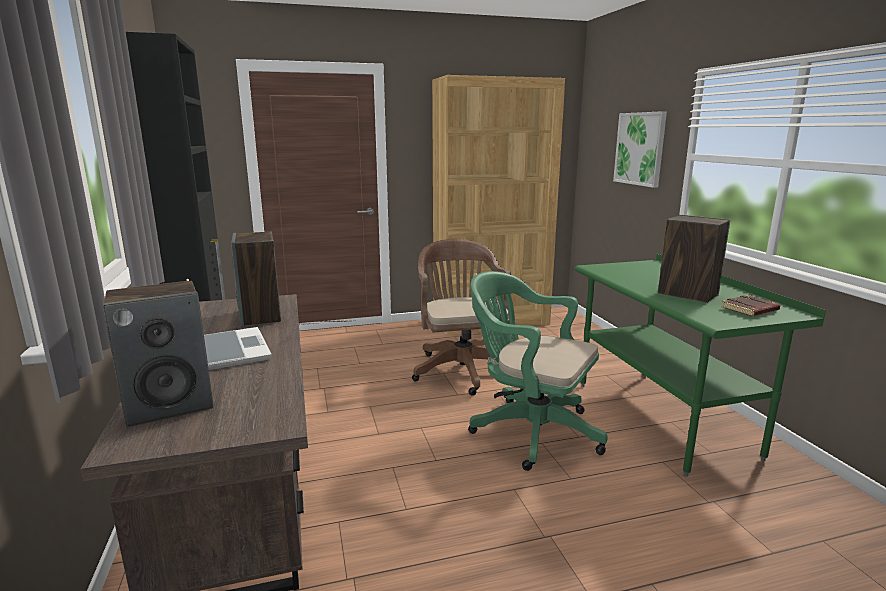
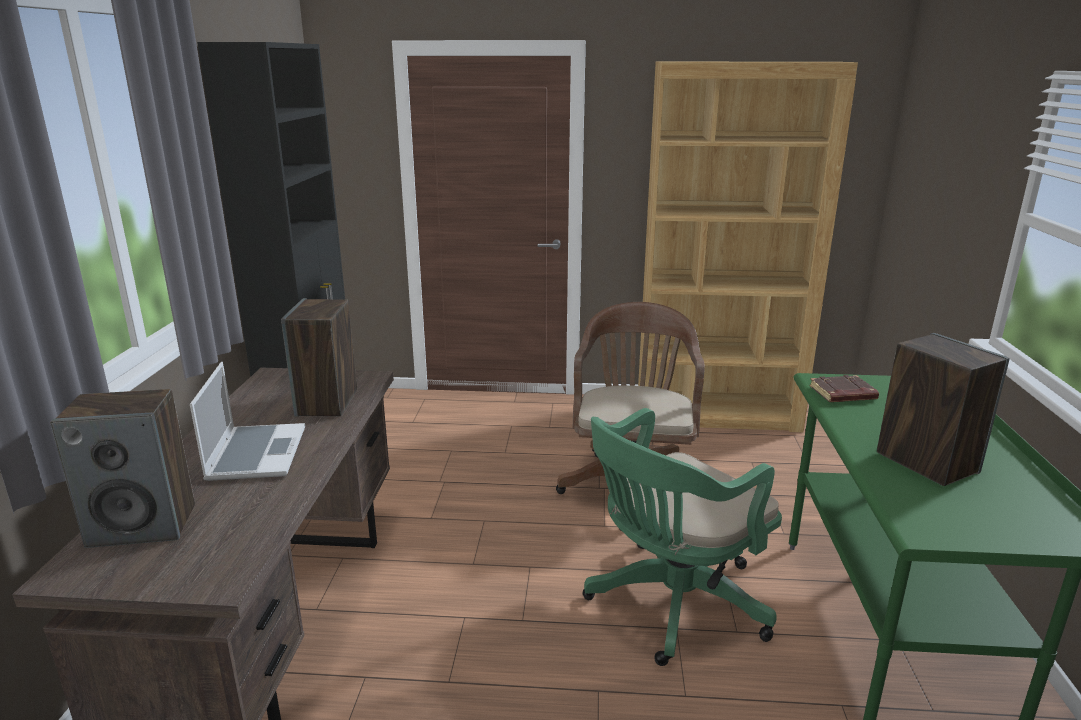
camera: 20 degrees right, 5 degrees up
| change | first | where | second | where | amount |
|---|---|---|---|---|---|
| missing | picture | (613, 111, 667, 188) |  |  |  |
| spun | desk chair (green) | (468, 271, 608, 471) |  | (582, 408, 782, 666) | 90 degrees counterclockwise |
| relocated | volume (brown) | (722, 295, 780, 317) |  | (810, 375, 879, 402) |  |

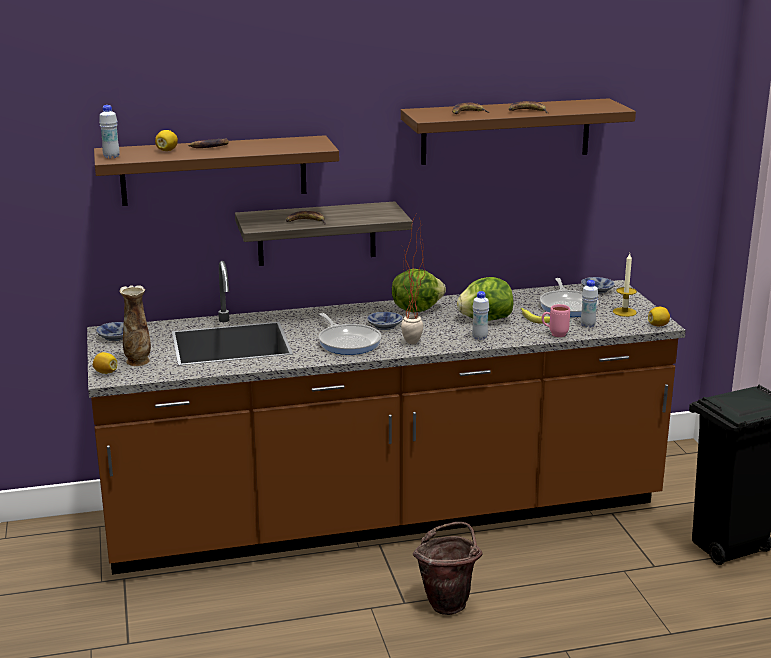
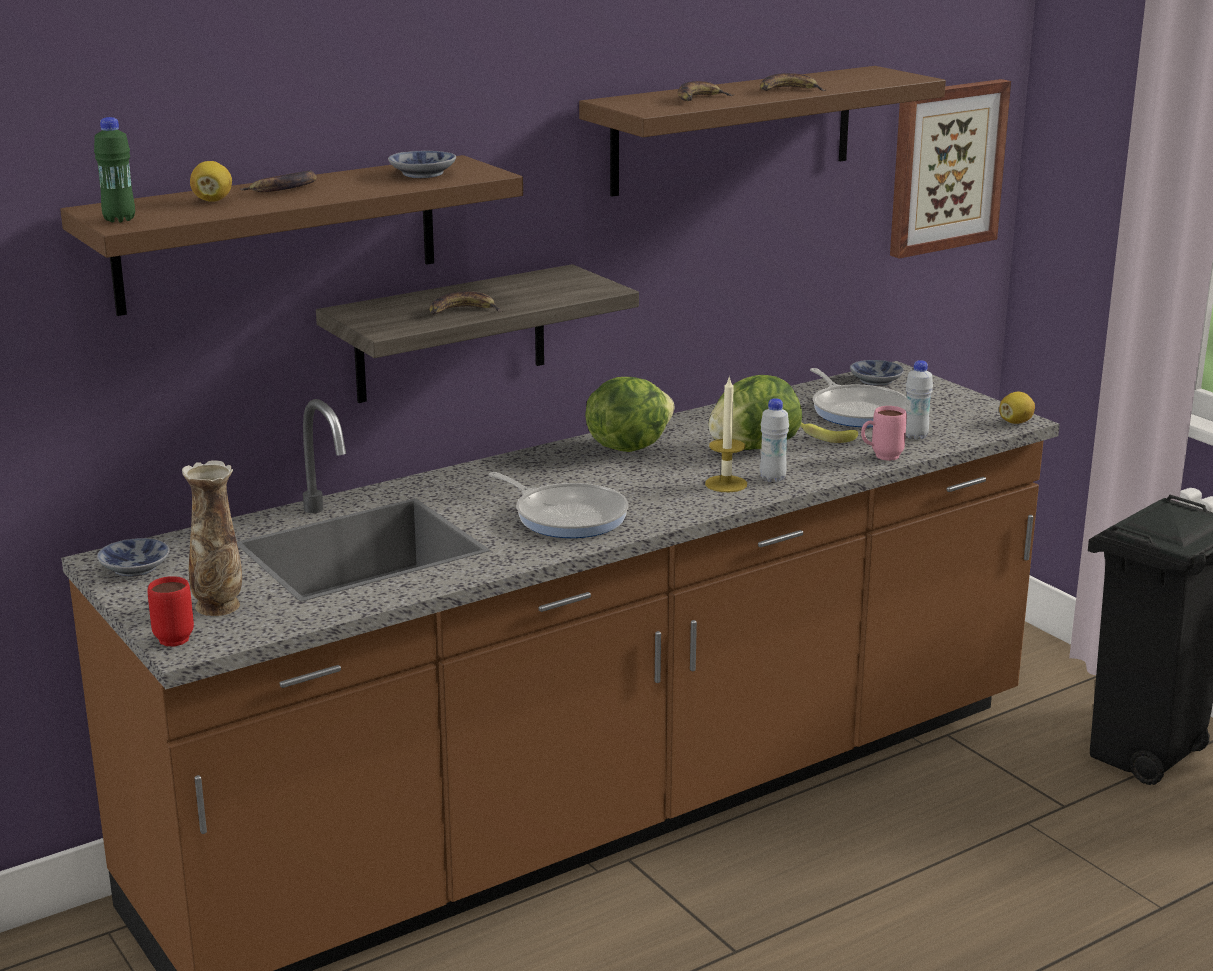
camera: 20 degrees left, 0 degrees up
| change | first | where | second | where | amount |
|---|---|---|---|---|---|
| colour | bottle (whitish) | (99, 105, 120, 159) | bottle (green) | (94, 117, 135, 222) |  |
| missing | potted plant | (400, 216, 425, 344) |  |  |  |
| relocated | wax light | (613, 253, 637, 317) |  | (705, 376, 747, 492) |  |
| relocated | deep dish | (367, 312, 403, 330) |  | (388, 151, 456, 178) |  |
| exchanged | whole lemon | (93, 352, 117, 374) | coffee mug (red) | (147, 576, 194, 647) |  |
| missing | bucket (brown) | (413, 522, 482, 615) |  |  |  |
| appeared |  |  | picture | (890, 79, 1011, 259) |  |

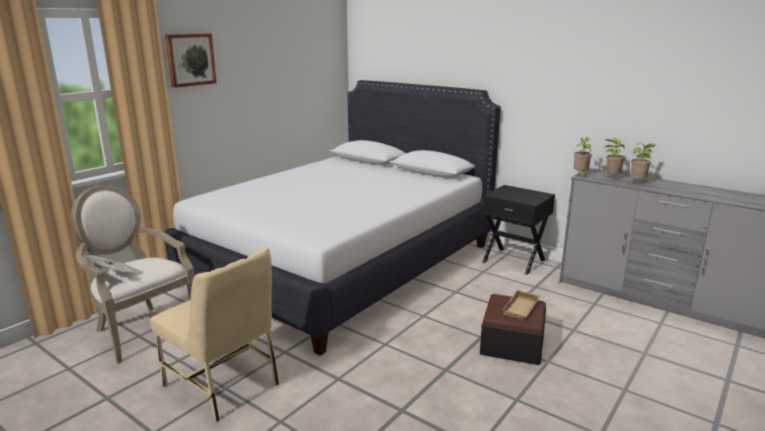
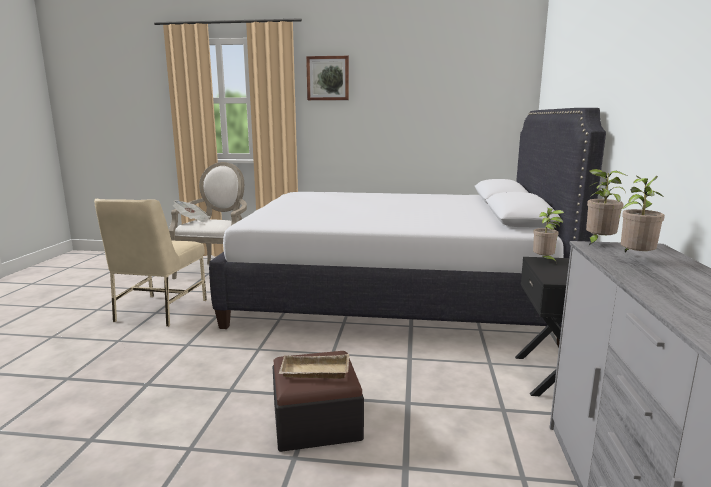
camera: 60 degrees right, 5 degrees down
| change | first | where | second | where | amount |
|---|---|---|---|---|---|
| relocated | potted plant | (630, 143, 656, 181) |  | (533, 208, 564, 263) |  |

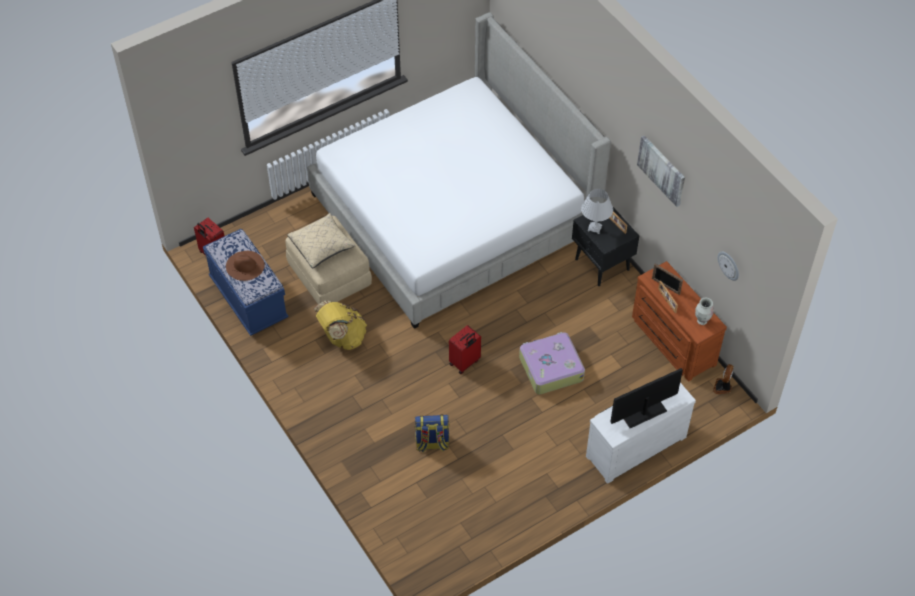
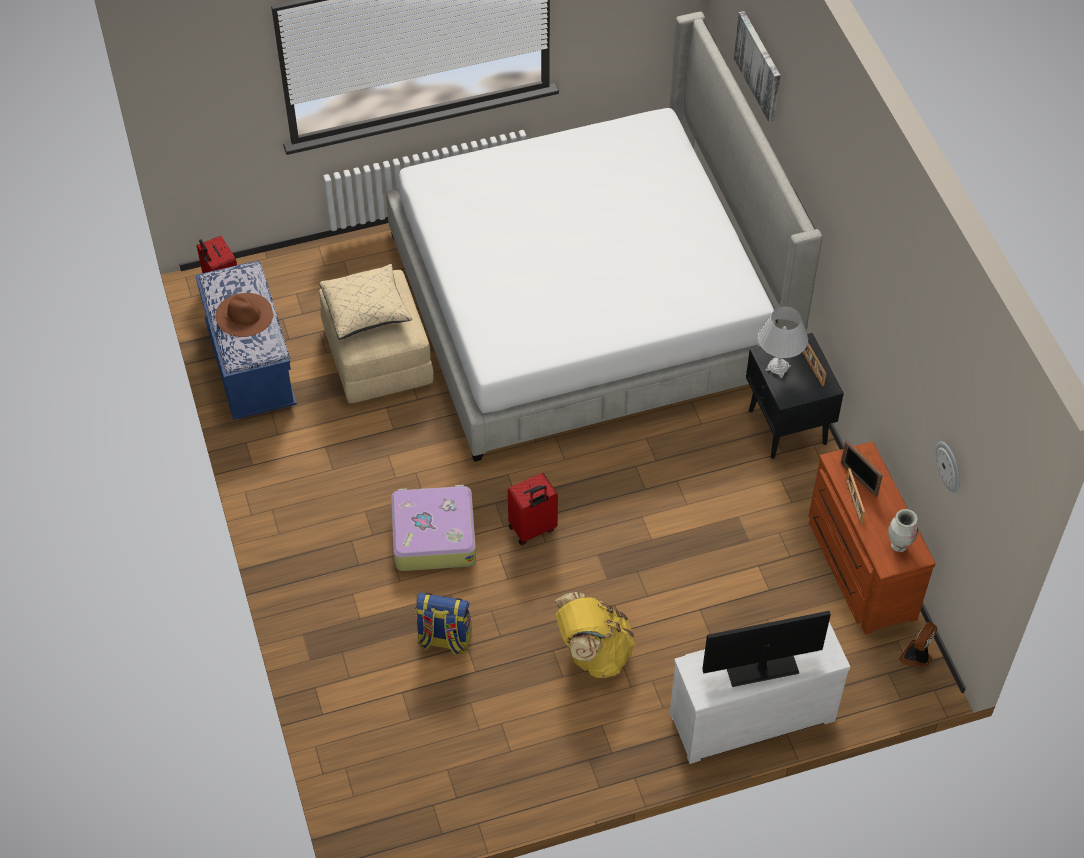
camera: 15 degrees right, 0 degrees up
| change | first | where | second | where | amount |
|---|---|---|---|---|---|
| relocated | picture | (637, 135, 685, 207) |  | (734, 11, 781, 122) |  |
| relocated | rucksack (yellow) | (314, 301, 367, 350) |  | (555, 592, 635, 678) |  |
| relocated | piece of luggage | (519, 332, 585, 395) |  | (391, 485, 476, 571) |  |

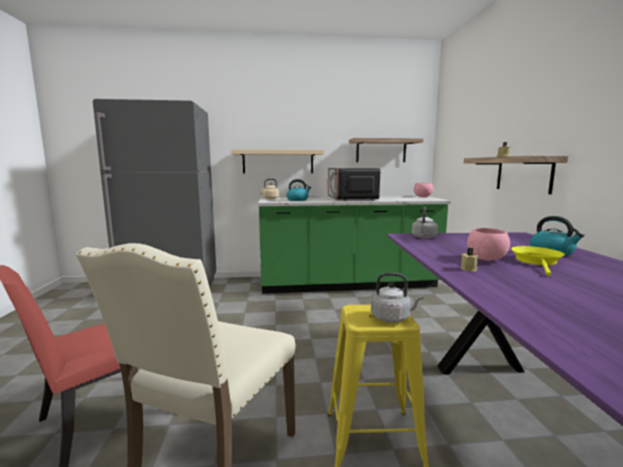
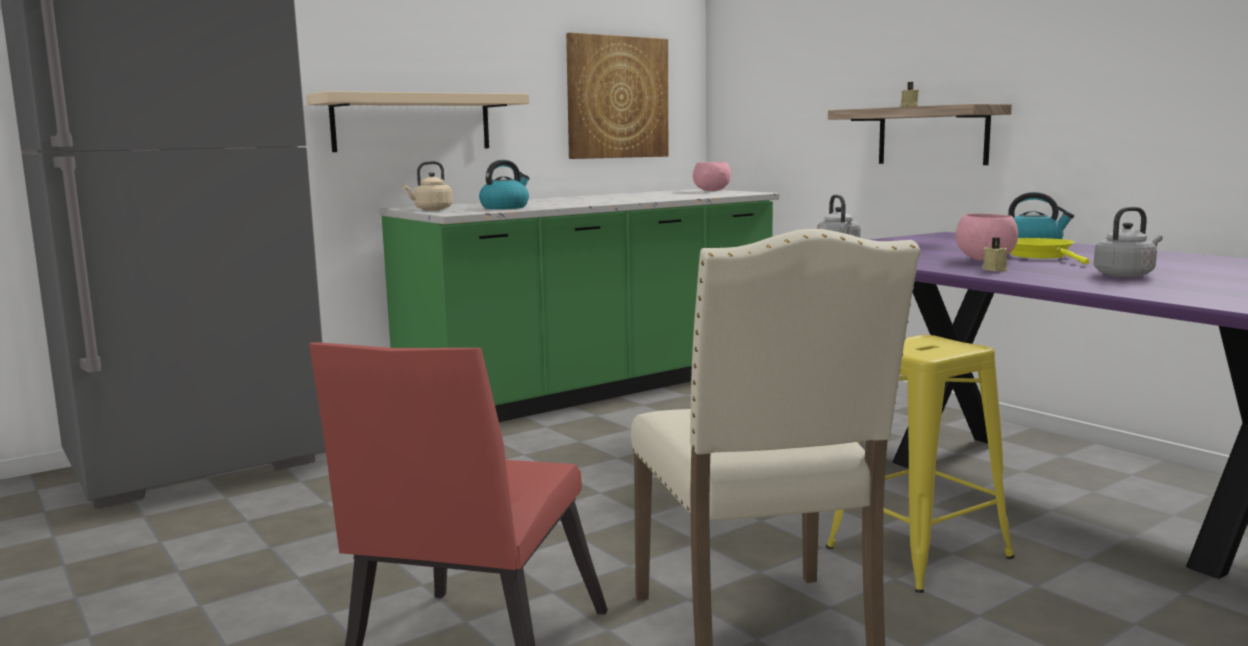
camera: 30 degrees left, 0 degrees up
| change | first | where | second | where | amount |
|---|---|---|---|---|---|
| exchanged | wall shelf | (349, 138, 423, 162) | picture | (566, 33, 668, 159) |  |
| missing | microwave | (328, 168, 380, 201) |  |  |  |
| relocated | kettle (greyish) | (371, 273, 424, 323) |  | (1094, 207, 1163, 277) |  |

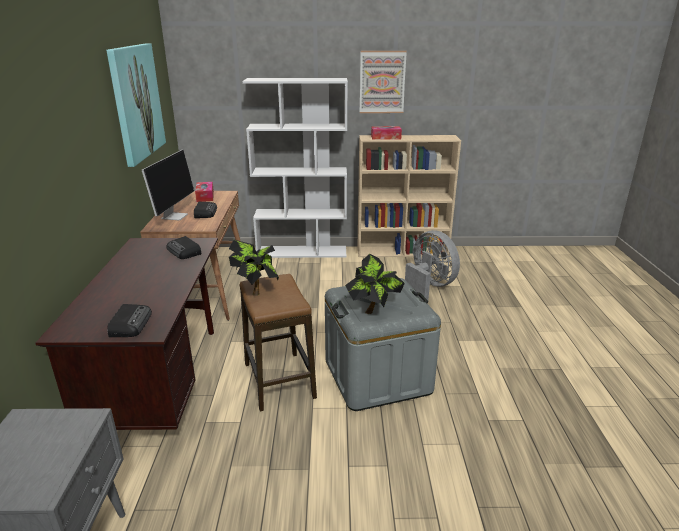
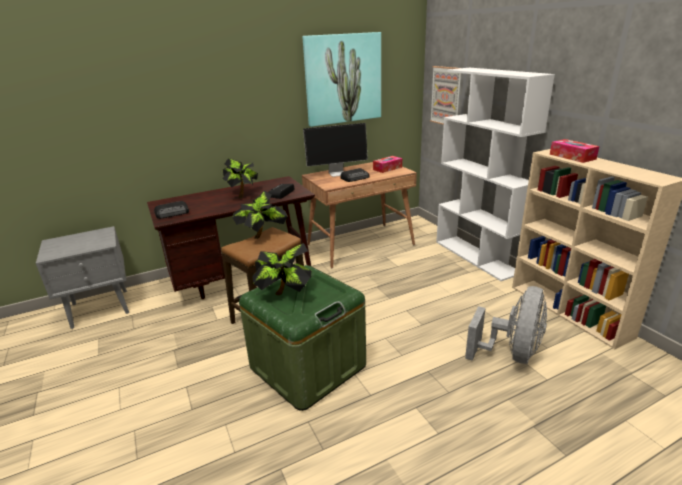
camera: 65 degrees right, 0 degrees up
| change | first | where | second | where | amount |
|---|---|---|---|---|---|
| relocated | picture | (360, 51, 407, 113) |  | (430, 66, 461, 125) |  |
| colour | storage box (greyish) | (325, 278, 441, 411) | storage box (green) | (239, 265, 366, 411) |  |
| appeared |  |  | potted plant | (222, 158, 258, 198) |  |

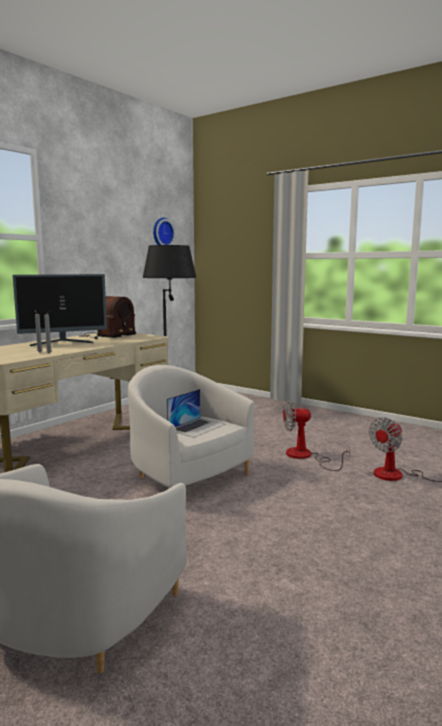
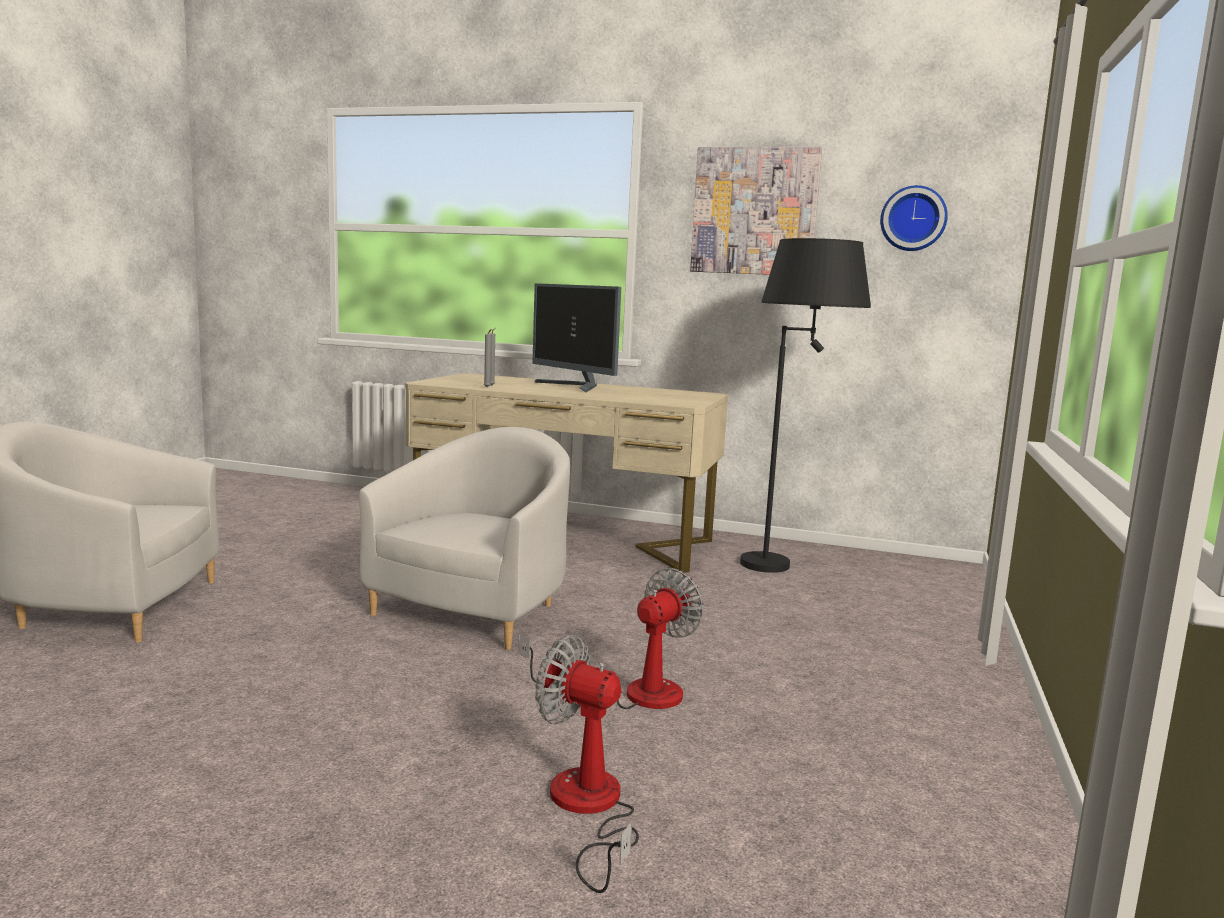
camera: 70 degrees right, 0 degrees up
| change | first | where | second | where | amount |
|---|---|---|---|---|---|
| missing | radio set | (79, 296, 136, 339) |  |  |  |
| missing | laptop | (167, 389, 226, 438) |  |  |  |
| spun | electric fan | (283, 400, 350, 471) |  | (518, 568, 704, 709) | 60 degrees clockwise |
| appeared |  |  | picture | (690, 147, 822, 275) |  |

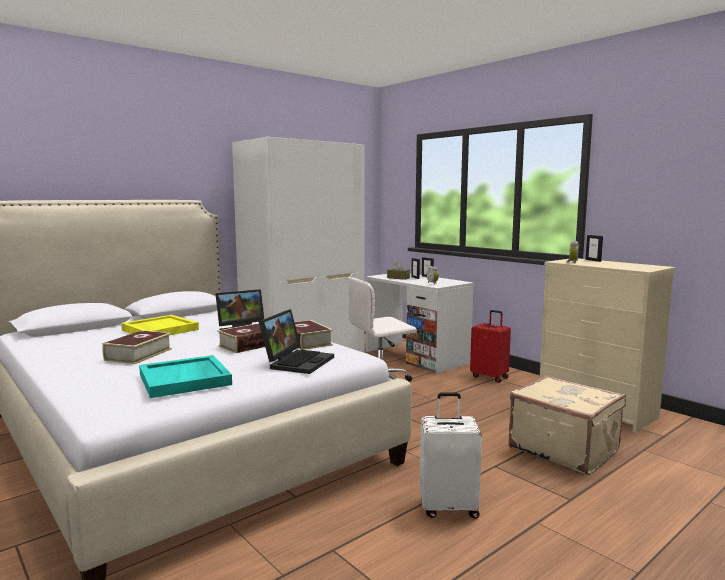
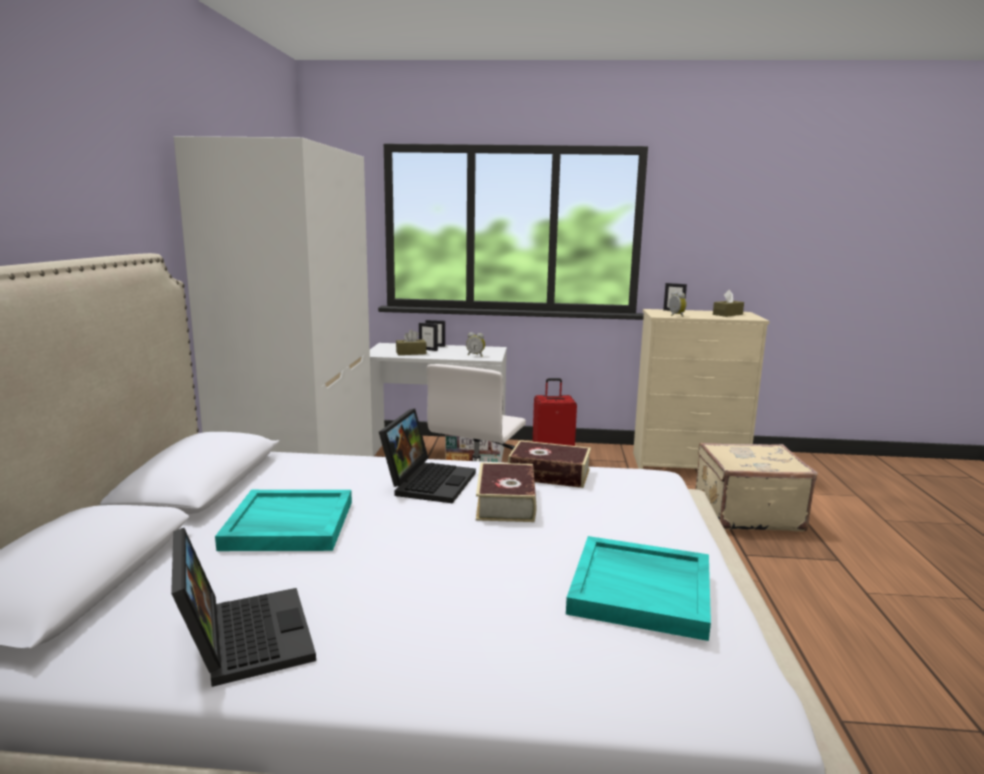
camera: 45 degrees left, 5 degrees up
| change | first | where | second | where | amount |
|---|---|---|---|---|---|
| relocated | laptop | (259, 309, 334, 374) |  | (171, 528, 316, 687) |  |
| colour | carrying tray (yellow) | (121, 315, 199, 336) | carrying tray (turquoise-coloured) | (215, 490, 352, 551) |  |
| missing | volume | (102, 330, 172, 364) |  |  |  |
| missing | piece of luggage (whitish) | (420, 392, 482, 519) |  |  |  |
| appeared |  |  | tissue holder (brown) | (713, 290, 744, 317) |  |

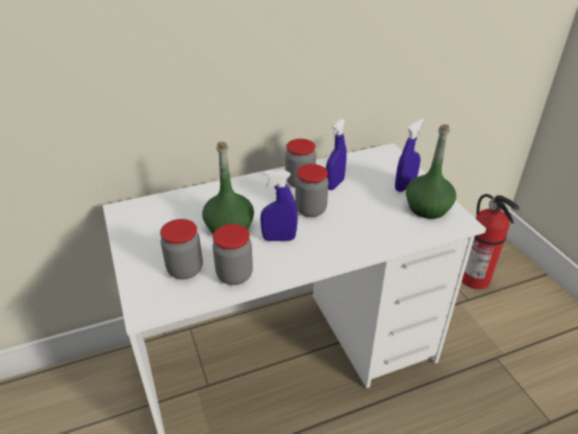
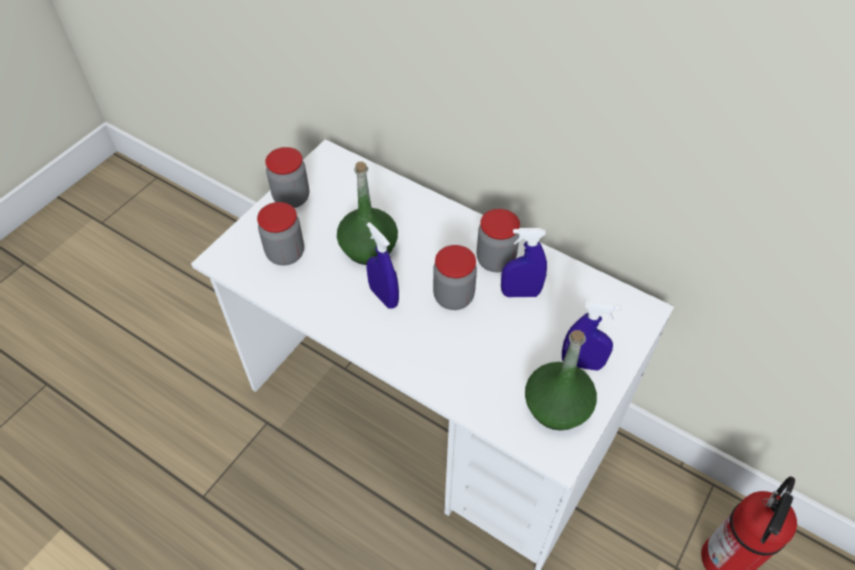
camera: 55 degrees right, 15 degrees up
| change | first | where | second | where | amount |
|---|---|---|---|---|---|
| relocated | jar | (213, 224, 253, 285) |  | (265, 147, 309, 208) |  |

